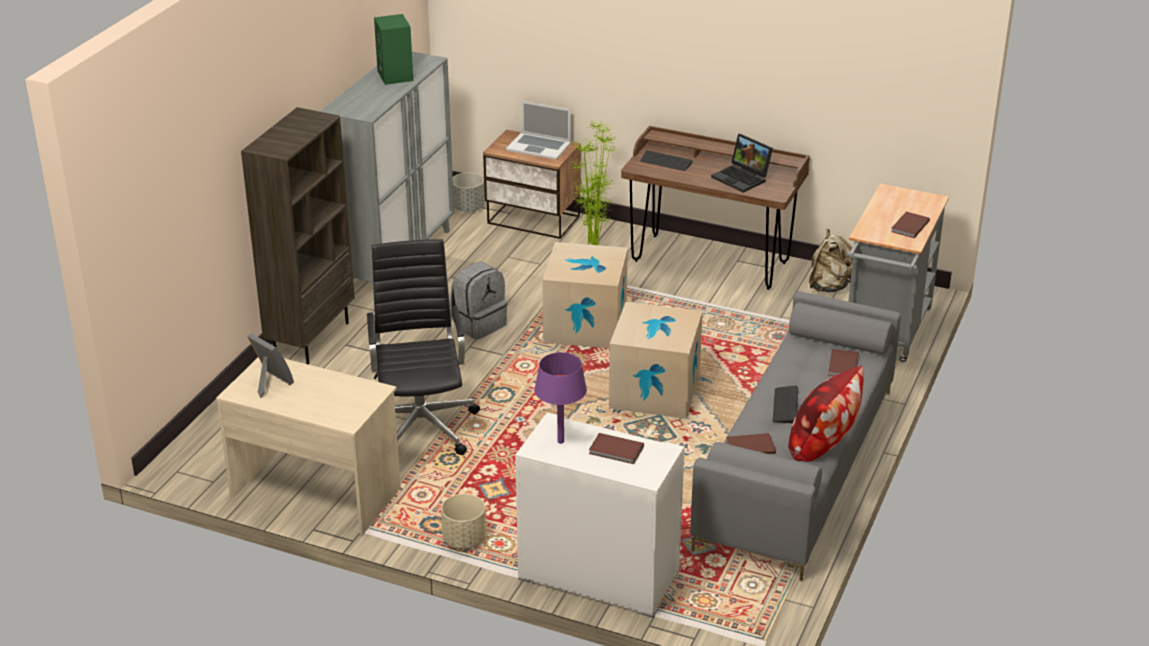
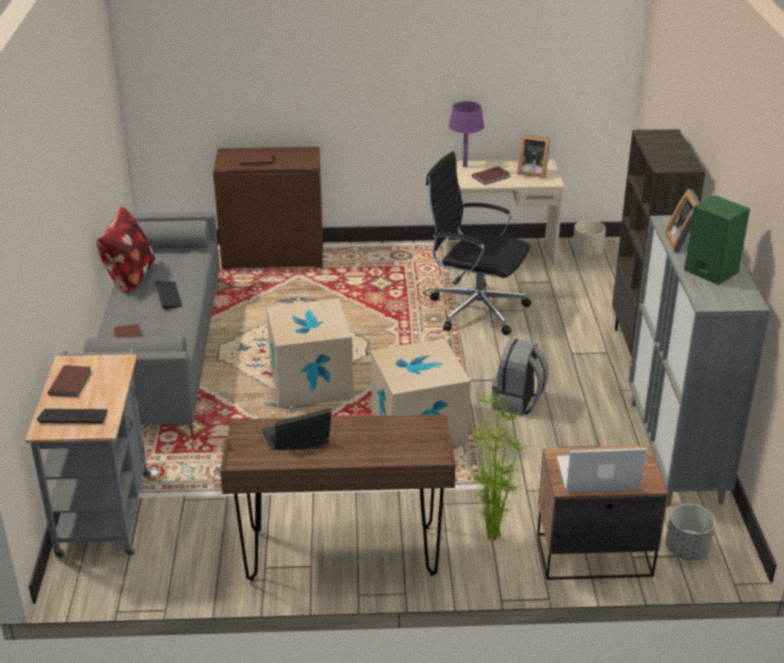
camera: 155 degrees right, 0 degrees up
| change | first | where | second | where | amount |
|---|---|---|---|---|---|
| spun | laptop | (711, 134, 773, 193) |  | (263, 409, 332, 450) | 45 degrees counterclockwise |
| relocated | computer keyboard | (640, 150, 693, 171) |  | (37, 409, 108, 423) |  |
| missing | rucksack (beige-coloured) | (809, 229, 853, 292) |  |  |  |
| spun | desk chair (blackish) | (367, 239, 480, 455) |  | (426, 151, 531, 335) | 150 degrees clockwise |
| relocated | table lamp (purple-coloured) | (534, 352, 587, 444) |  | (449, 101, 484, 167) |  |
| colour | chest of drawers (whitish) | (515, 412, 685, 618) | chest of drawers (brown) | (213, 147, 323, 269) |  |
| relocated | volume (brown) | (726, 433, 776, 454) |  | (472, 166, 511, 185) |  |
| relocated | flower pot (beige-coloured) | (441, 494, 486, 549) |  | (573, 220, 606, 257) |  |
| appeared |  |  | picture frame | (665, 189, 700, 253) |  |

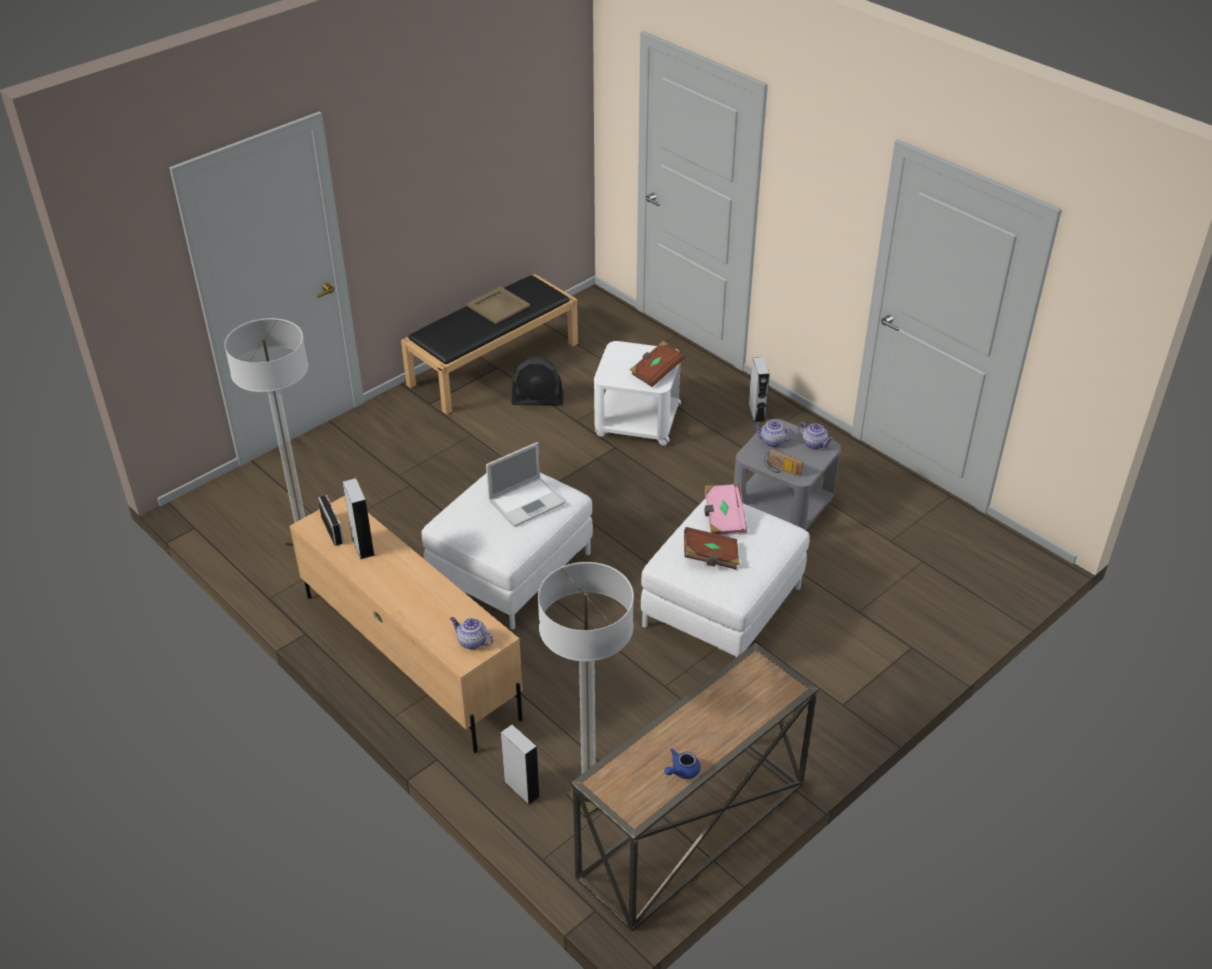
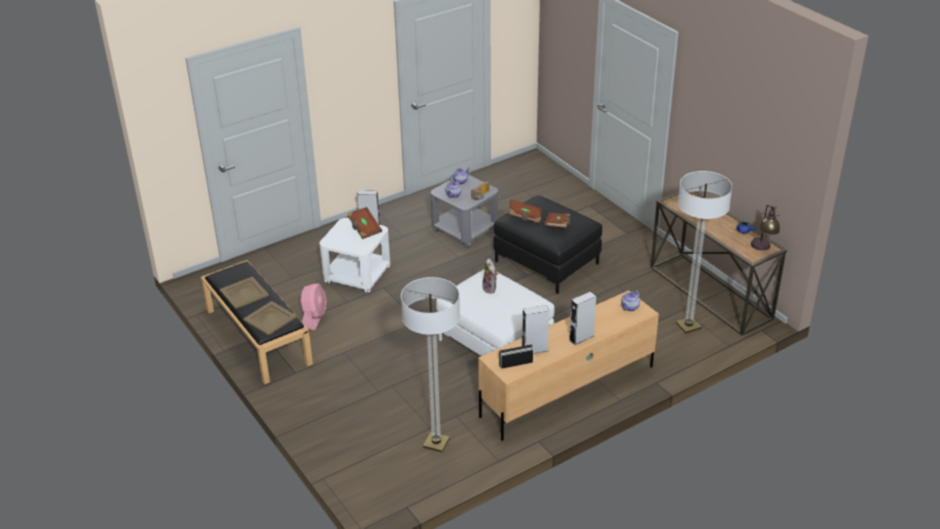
camera: 80 degrees left, 5 degrees down
| change | first | where | second | where | amount |
|---|---|---|---|---|---|
| colour | electric fan (blackish) | (512, 357, 564, 405) | electric fan (pinkish) | (300, 284, 326, 330) |  |
| exchanged | laptop | (486, 442, 565, 527) | cuddly toy | (482, 258, 498, 294) |  |
| colour | volume (pinkish) | (704, 484, 747, 535) | volume (brown) | (508, 200, 541, 224) |  |
| colour | footrest (whitish) | (641, 498, 810, 657) | footrest (blackish) | (493, 195, 602, 294) |  |
| relocated | audio speaker (greyish) | (501, 725, 540, 805) |  | (569, 291, 596, 345) |  |
| appeared |  |  | table lamp | (751, 205, 780, 251) |  |
| appeared |  |  | carrying tray (beige-coloured) | (243, 301, 297, 336) |  |

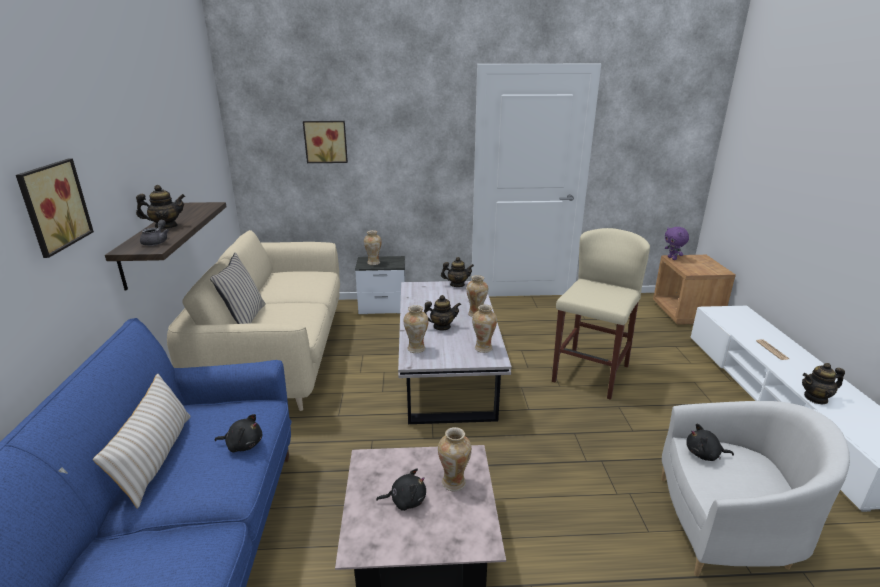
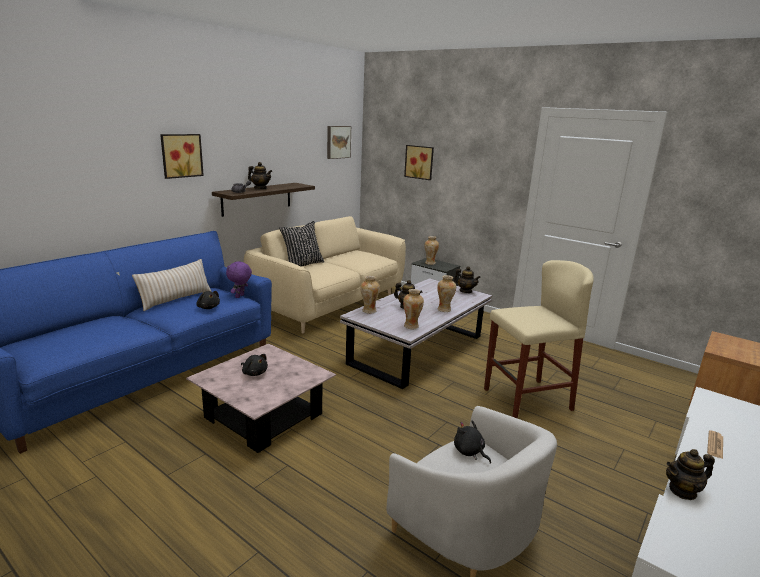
camera: 40 degrees right, 5 degrees down
| change | first | where | second | where | amount |
|---|---|---|---|---|---|
| relocated | cuddly toy (purple-coloured) | (665, 227, 689, 260) |  | (226, 261, 252, 298) |  |
| colour | cushion (beige-coloured) | (210, 253, 266, 324) | cushion (blackish) | (279, 221, 324, 267) |  |
| spun | tea pot | (802, 363, 845, 404) |  | (666, 449, 715, 500) | 45 degrees counterclockwise |
| missing | flower vase | (438, 427, 472, 491) |  |  |  |
| appeared |  |  | picture | (327, 126, 351, 159) |  |

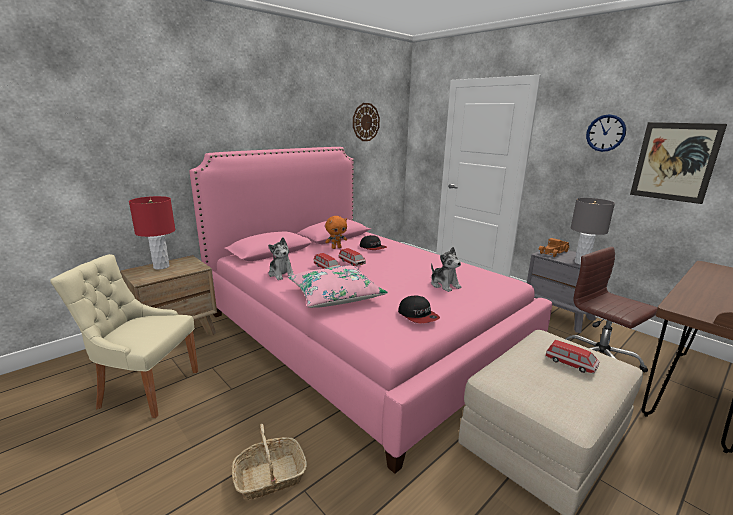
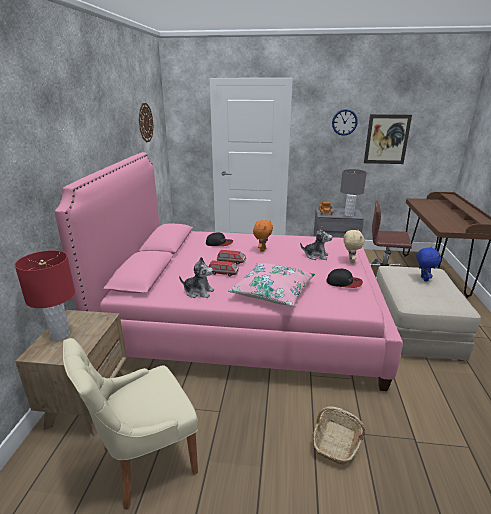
camera: 40 degrees left, 5 degrees up
| change | first | where | second | where | amount |
|---|---|---|---|---|---|
| relocated | cuddly toy (orange-coloured) | (325, 216, 347, 249) |  | (253, 220, 273, 252) |  |
| exchanged | toy car | (545, 340, 599, 374) | cuddly toy (bluish) | (416, 247, 441, 282) |  |
| appeared |  |  | cuddly toy (beige-coloured) | (343, 230, 365, 264) |  |

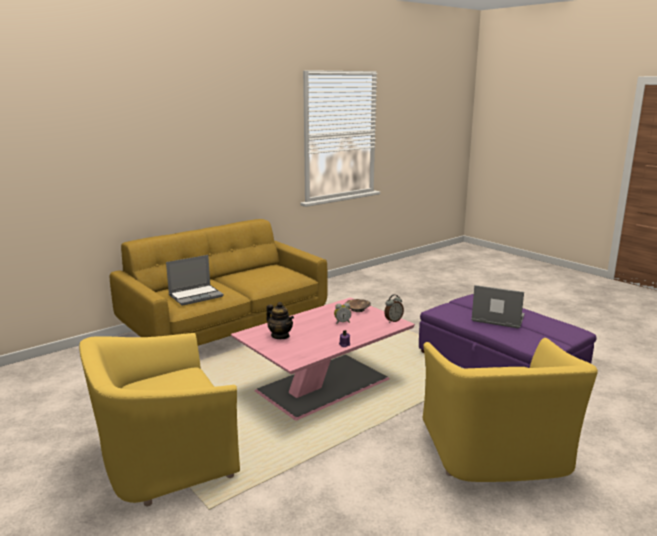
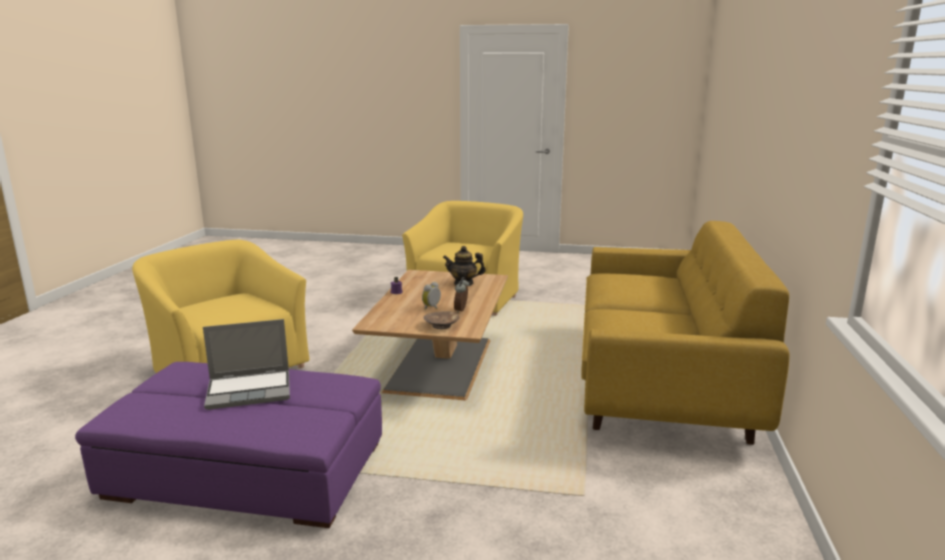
camera: 140 degrees right, 0 degrees up
| change | first | where | second | where | amount |
|---|---|---|---|---|---|
| missing | laptop | (166, 255, 224, 306) |  |  |  |
| relocated | bedside clock | (384, 294, 404, 323) |  | (454, 277, 469, 313) |  |
| colour | lounge table (pinkish) | (231, 297, 415, 421) | lounge table (brown) | (352, 270, 508, 400) |  |

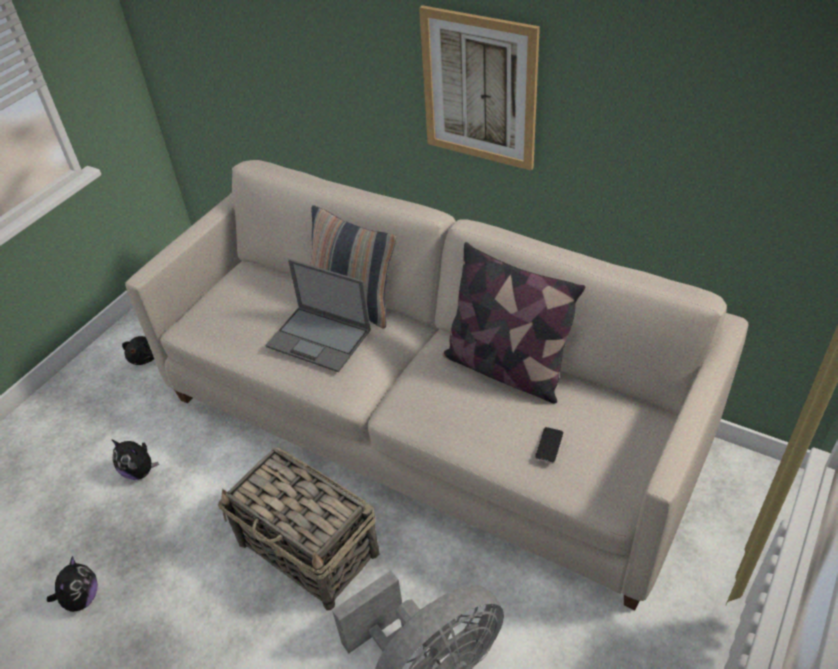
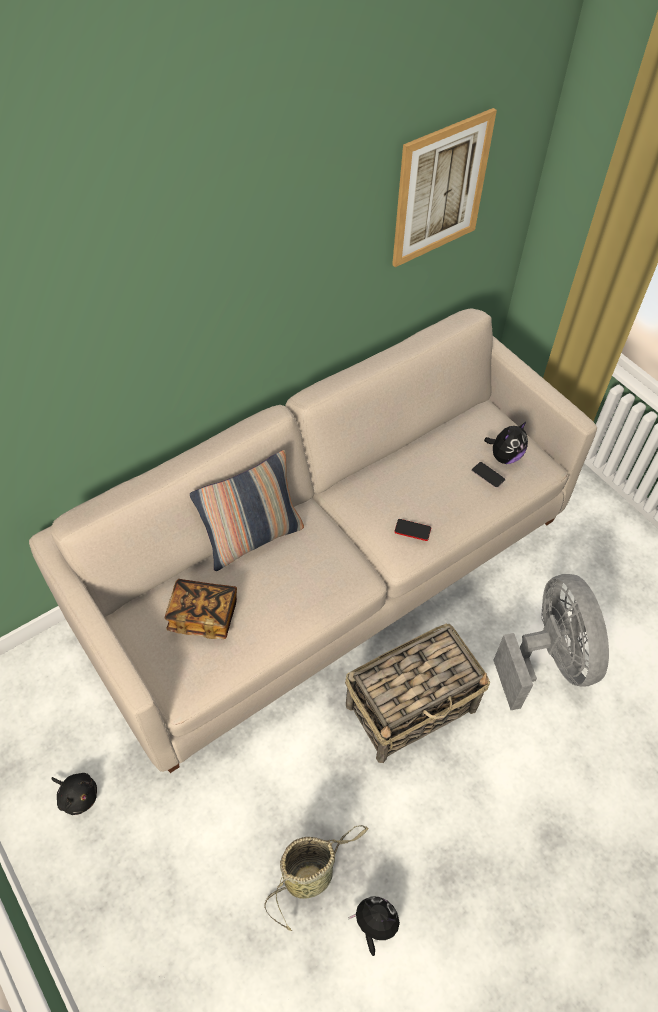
camera: 70 degrees left, 10 degrees up
| change | first | where | second | where | amount |
|---|---|---|---|---|---|
| relocated | picture | (419, 5, 540, 171) |  | (392, 108, 497, 267) |  |
| missing | cushion | (442, 242, 585, 404) |  |  |  |
| missing | laptop | (265, 259, 371, 372) |  |  |  |
| relocated | cuddly toy | (111, 439, 159, 480) |  | (484, 422, 528, 464) |  |
| appeared |  |  | handset | (394, 519, 431, 541) |  |
| appeared |  |  | volume | (165, 579, 237, 639) |  |
| appeared |  |  | basket | (264, 825, 368, 931) |  |

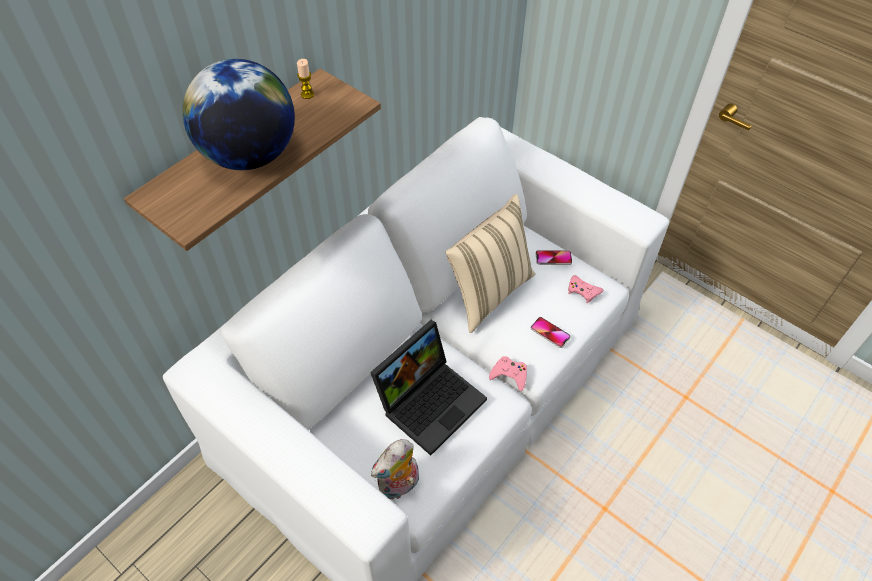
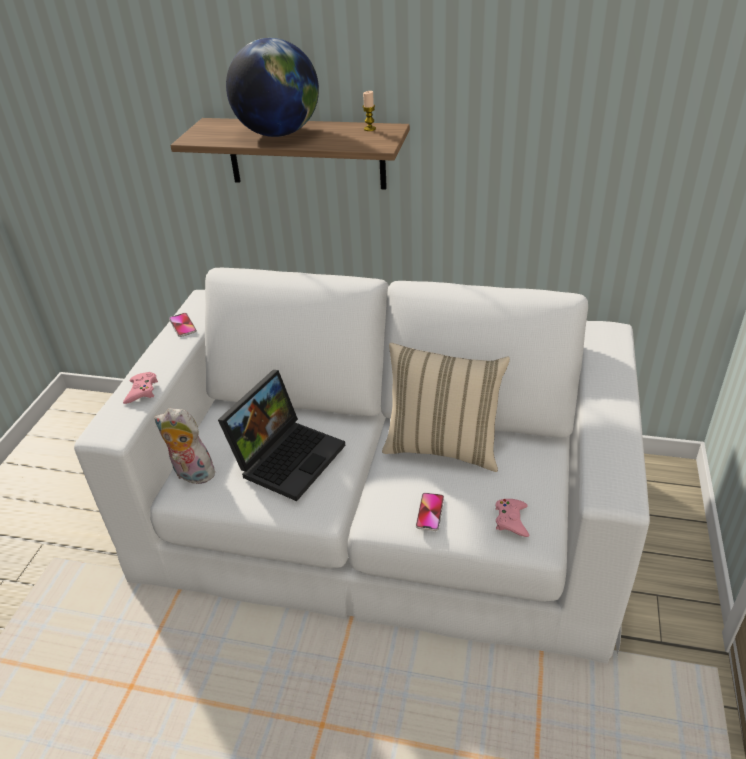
camera: 65 degrees right, 15 degrees down
| change | first | where | second | where | amount |
|---|---|---|---|---|---|
| relocated | handset | (536, 250, 572, 265) |  | (169, 313, 197, 337) |  |
| spun | laptop | (370, 320, 487, 456) |  | (218, 370, 345, 501) | 75 degrees counterclockwise |
| relocated | joypad (pinkish) | (489, 356, 527, 391) |  | (123, 372, 158, 404) |  |

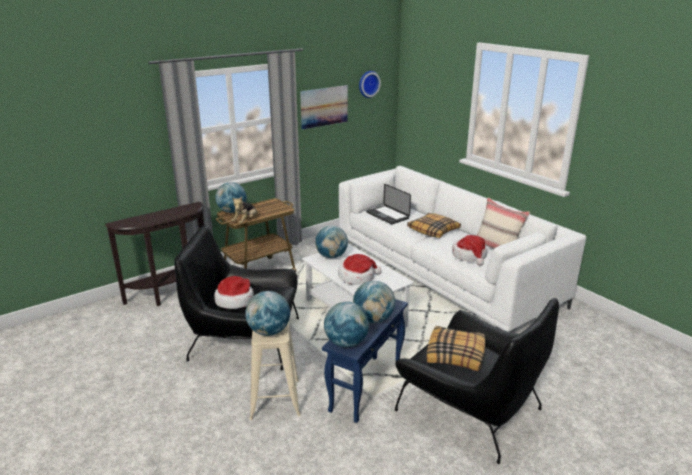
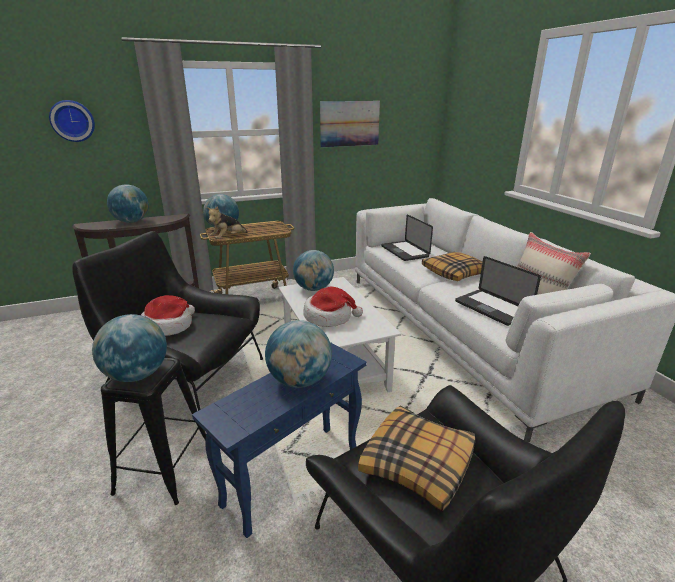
camera: 15 degrees right, 0 degrees up
| change | first | where | second | where | amount |
|---|---|---|---|---|---|
| relocated | wall clock | (359, 71, 381, 98) |  | (49, 100, 95, 142) |  |
| exchanged | clothing hat | (452, 235, 487, 266) | laptop | (455, 256, 541, 326) |  |
| relocated | globe | (324, 302, 369, 347) |  | (107, 184, 149, 223) |  |
| colour | sitting stool (beige-coloured) | (250, 322, 301, 420) | sitting stool (blackish) | (101, 358, 206, 505) |  |

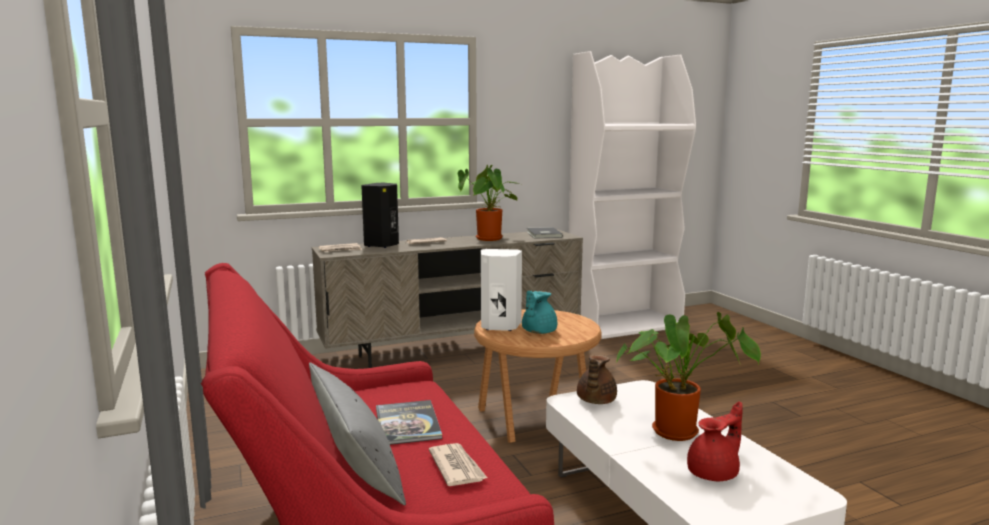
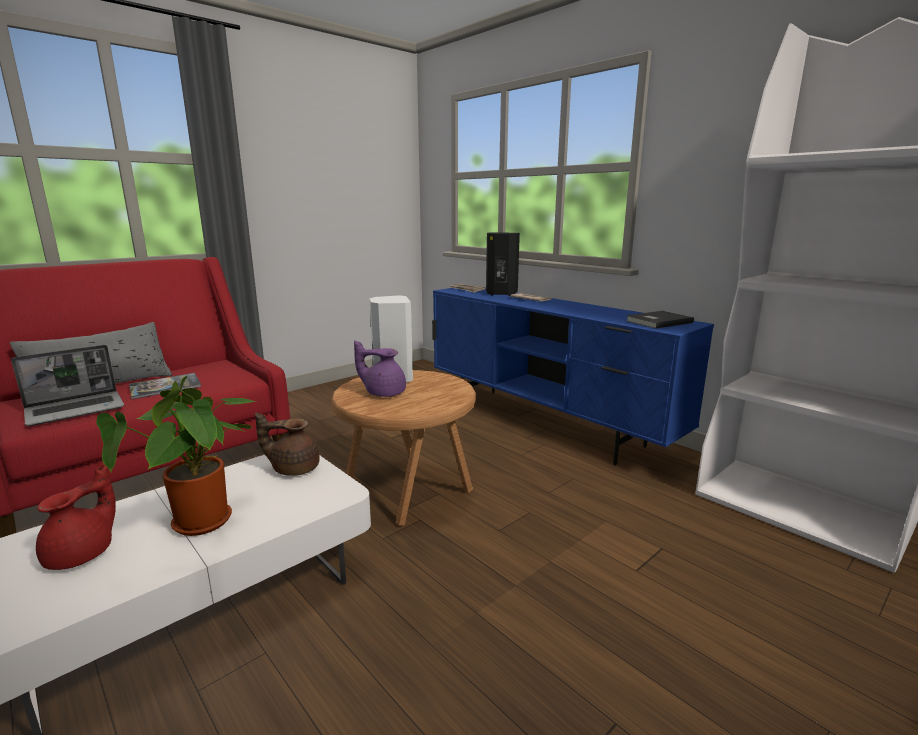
camera: 70 degrees right, 5 degrees up
| change | first | where | second | where | amount |
|---|---|---|---|---|---|
| missing | potted plant | (457, 165, 519, 241) |  |  |  |
| colour | tv stand (beige-coloured) | (312, 230, 583, 368) | tv stand (bluish) | (432, 288, 714, 465) |  |
| colour | tea pot (turquoise-coloured) | (522, 291, 557, 334) | tea pot (purple-coloured) | (354, 340, 406, 397) |  |
| spun | tea pot (red) | (687, 401, 743, 481) |  | (36, 463, 116, 570) | 105 degrees counterclockwise |
| exchanged | daily paper | (429, 443, 487, 486) | laptop | (11, 345, 125, 426) |  |

